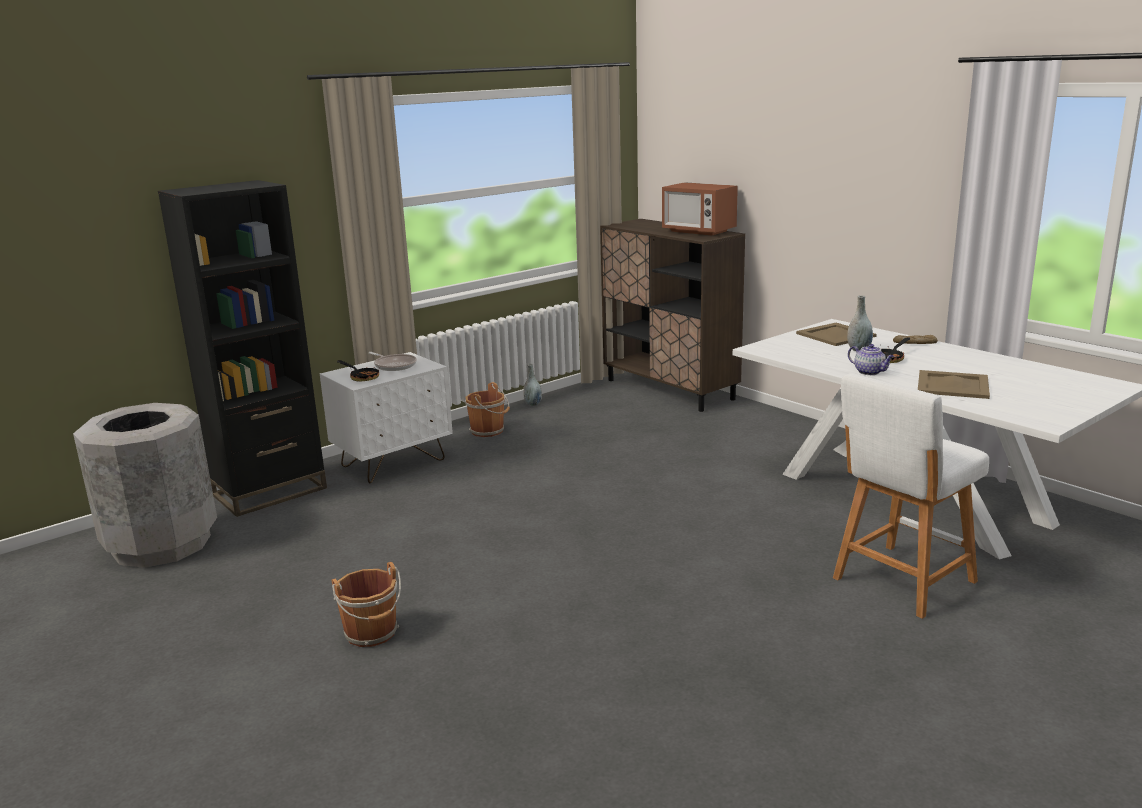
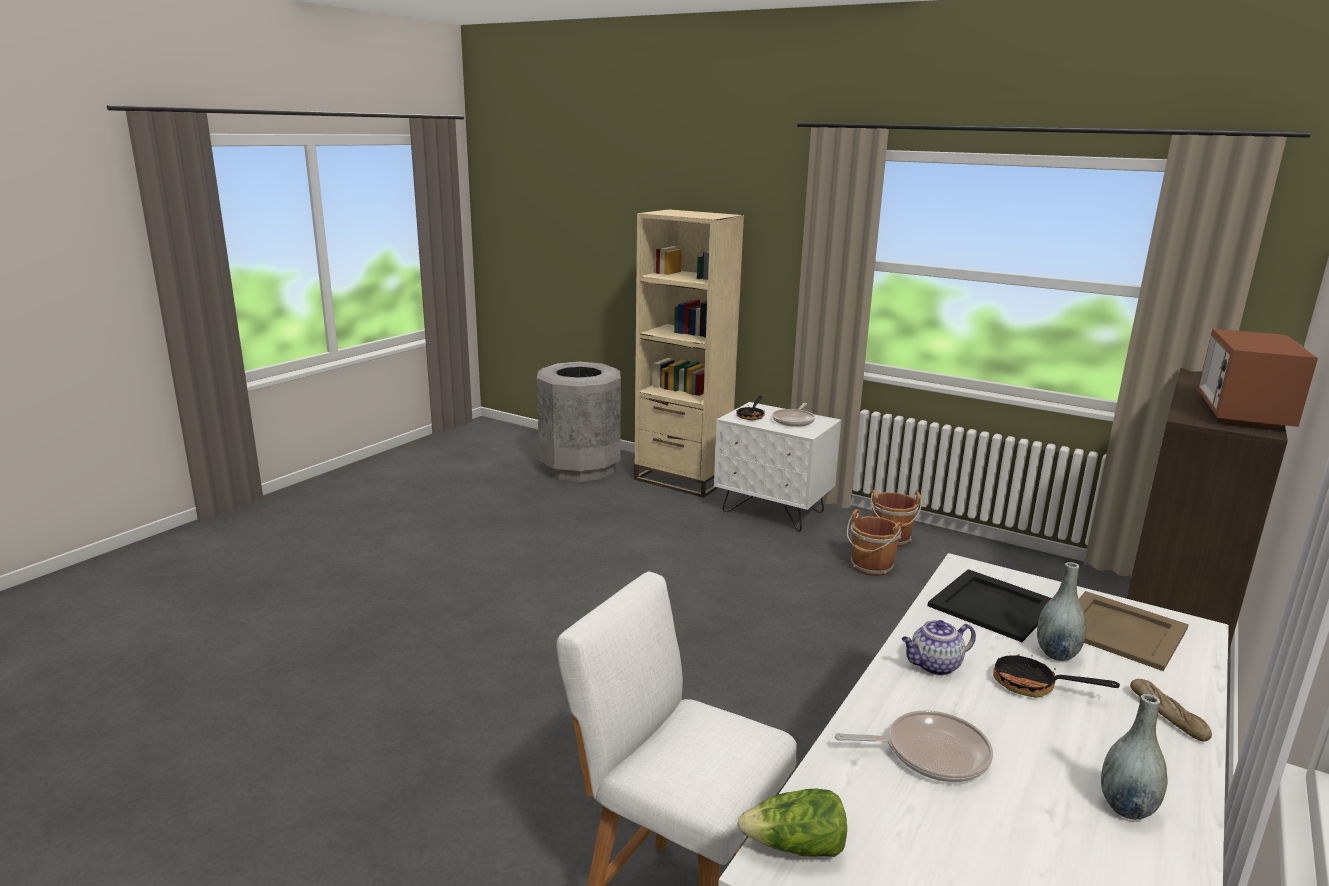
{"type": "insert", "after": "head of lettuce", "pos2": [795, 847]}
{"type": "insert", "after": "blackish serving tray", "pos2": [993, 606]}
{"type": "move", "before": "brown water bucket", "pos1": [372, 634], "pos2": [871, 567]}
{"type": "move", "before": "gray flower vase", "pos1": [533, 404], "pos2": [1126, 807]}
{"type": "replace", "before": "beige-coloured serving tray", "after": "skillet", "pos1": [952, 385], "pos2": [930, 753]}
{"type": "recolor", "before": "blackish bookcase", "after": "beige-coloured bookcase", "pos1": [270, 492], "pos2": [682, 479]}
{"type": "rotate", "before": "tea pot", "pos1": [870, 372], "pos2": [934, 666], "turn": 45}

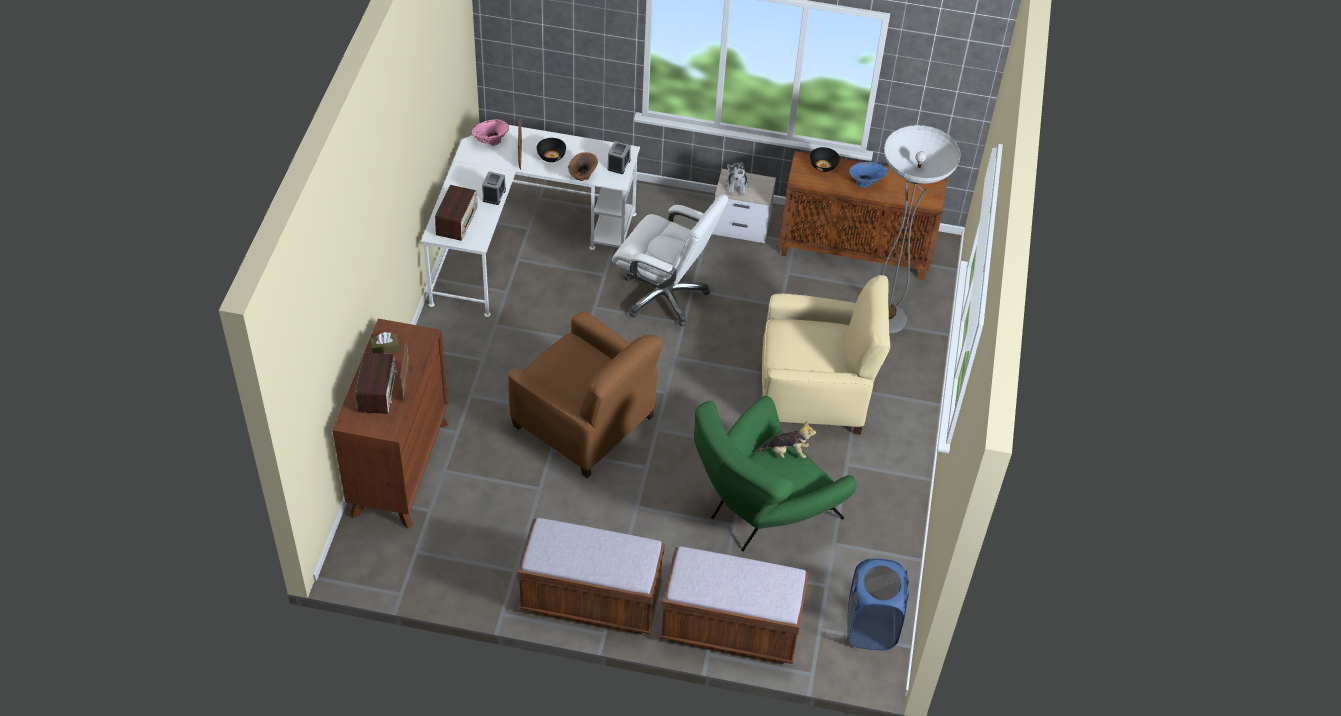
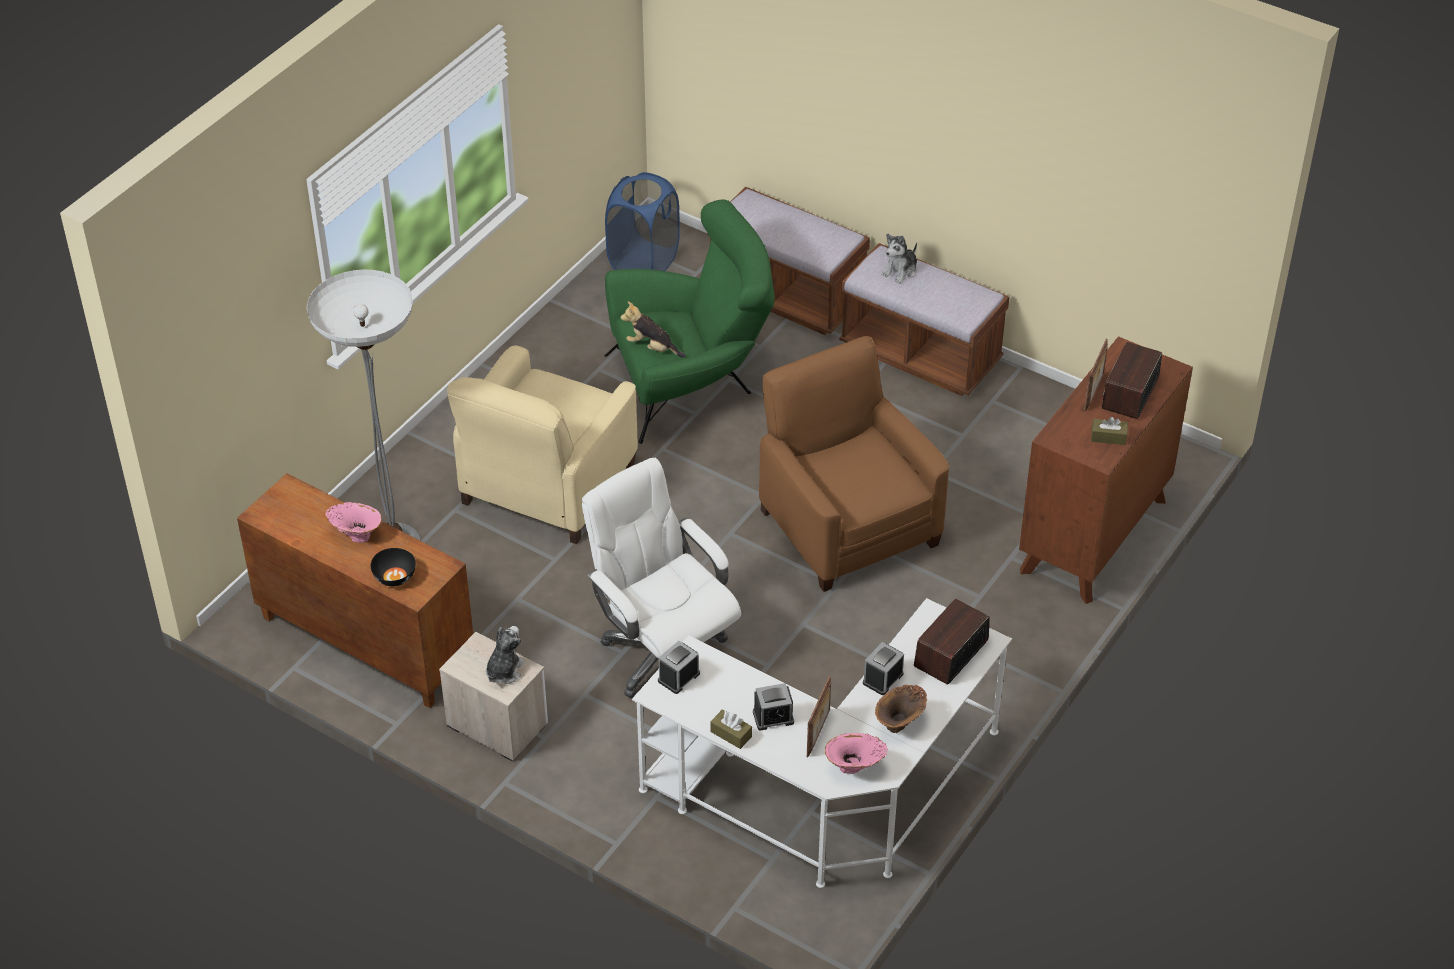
{"type": "insert", "after": "brown box of tissues", "pos2": [731, 734]}
{"type": "insert", "after": "plush toy", "pos2": [900, 270]}
{"type": "move", "before": "brown flower vase", "pos1": [582, 177], "pos2": [900, 723]}
{"type": "replace", "before": "blackish deep dish", "after": "alarm clock", "pos1": [551, 157], "pos2": [773, 717]}
{"type": "recolor", "before": "bluish flower vase", "after": "pinkish flower vase", "pos1": [866, 184], "pos2": [356, 535]}
{"type": "rotate", "before": "beige-coloured lounge chair", "pos1": [814, 392], "pos2": [547, 485], "turn": -90}

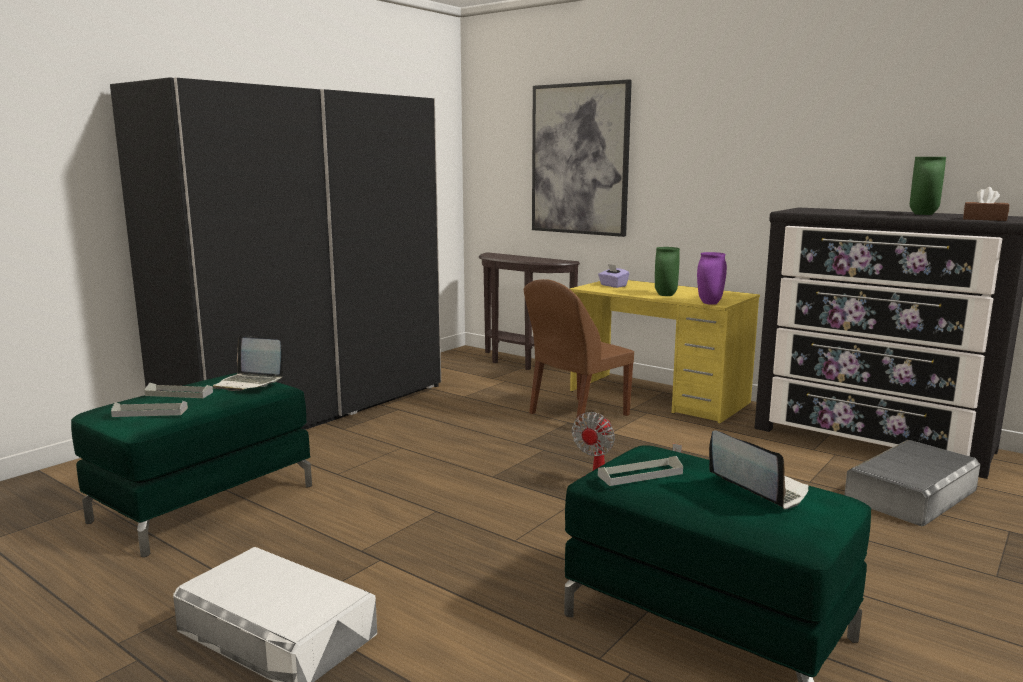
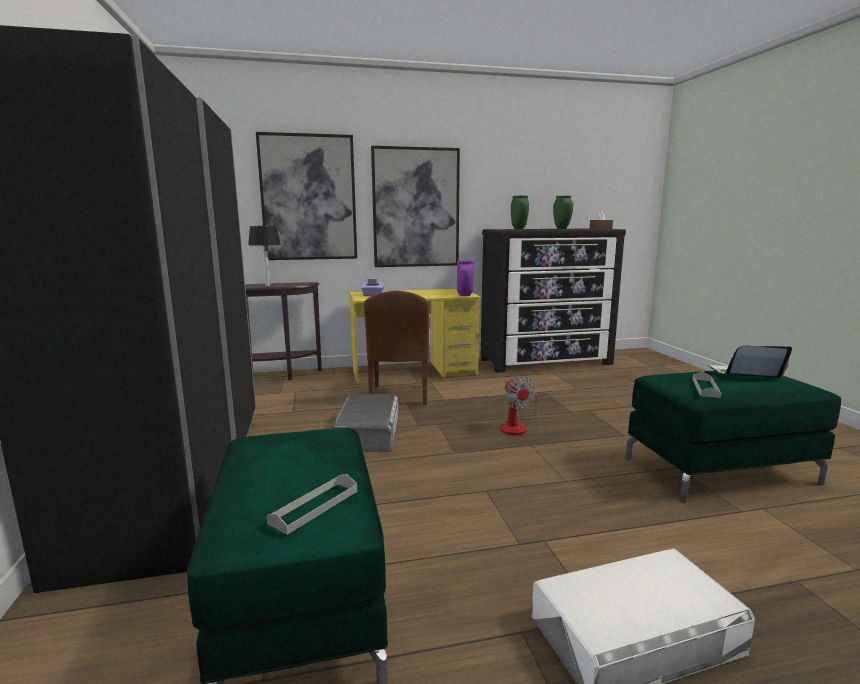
{"type": "delete", "before": "gray serving tray", "pos1": [179, 394]}
{"type": "delete", "before": "portable computer", "pos1": [249, 383]}
{"type": "insert", "after": "tabletop lamp", "pos2": [268, 285]}
{"type": "insert", "after": "picture", "pos2": [416, 208]}
{"type": "move", "before": "green flower vase", "pos1": [666, 295], "pos2": [519, 229]}
{"type": "move", "before": "gray storage bin", "pos1": [910, 494], "pos2": [367, 432]}

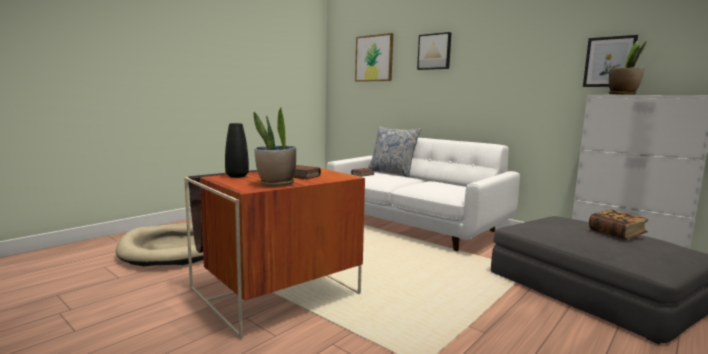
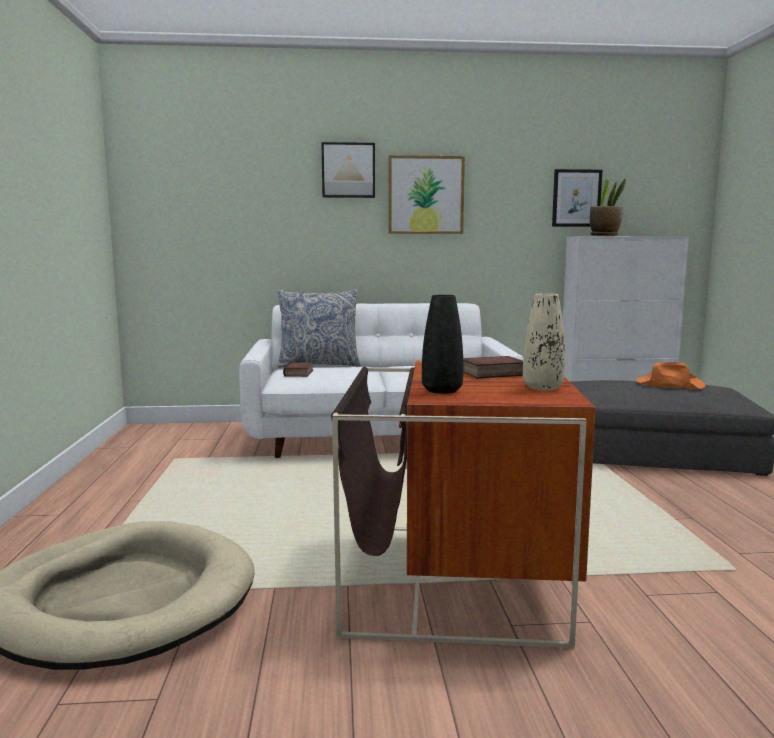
{"type": "move", "before": "picture", "pos1": [374, 58], "pos2": [425, 195]}
{"type": "replace", "before": "potted plant", "after": "beige-coloured flower vase", "pos1": [276, 184], "pos2": [542, 387]}
{"type": "replace", "before": "book", "after": "orangey wearable hat", "pos1": [616, 234], "pos2": [668, 384]}

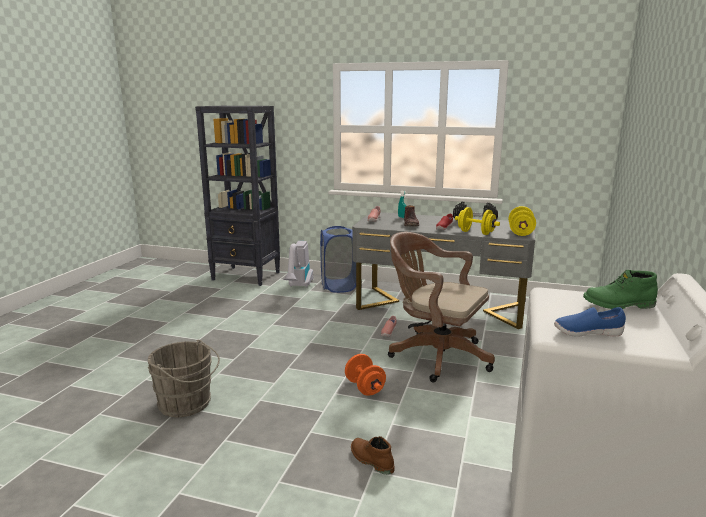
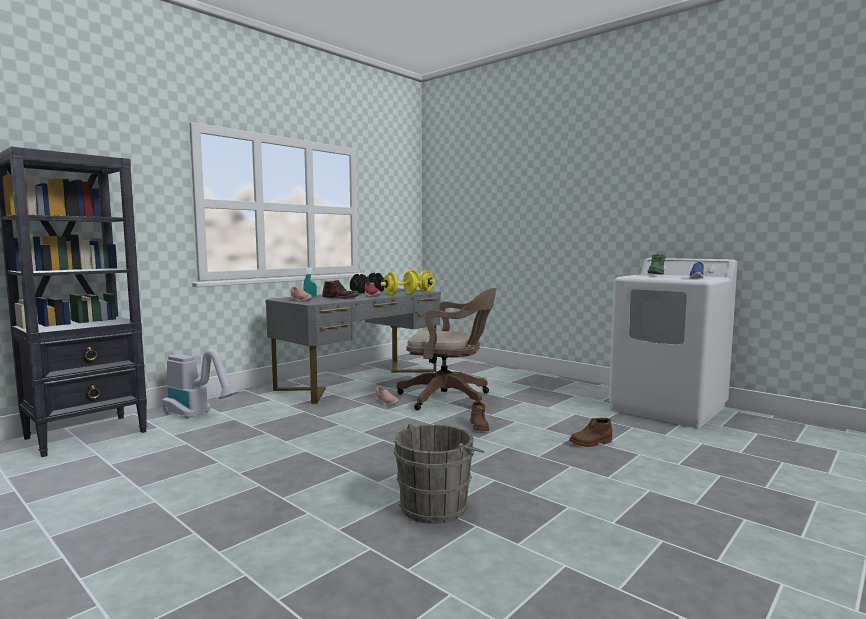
{"type": "delete", "before": "bluish washing basket", "pos1": [339, 286]}
{"type": "replace", "before": "orangey free weight", "after": "brown tall boot", "pos1": [364, 387], "pos2": [479, 427]}
{"type": "rotate", "before": "brown office chair", "pos1": [435, 355], "pos2": [449, 398], "turn": -135}

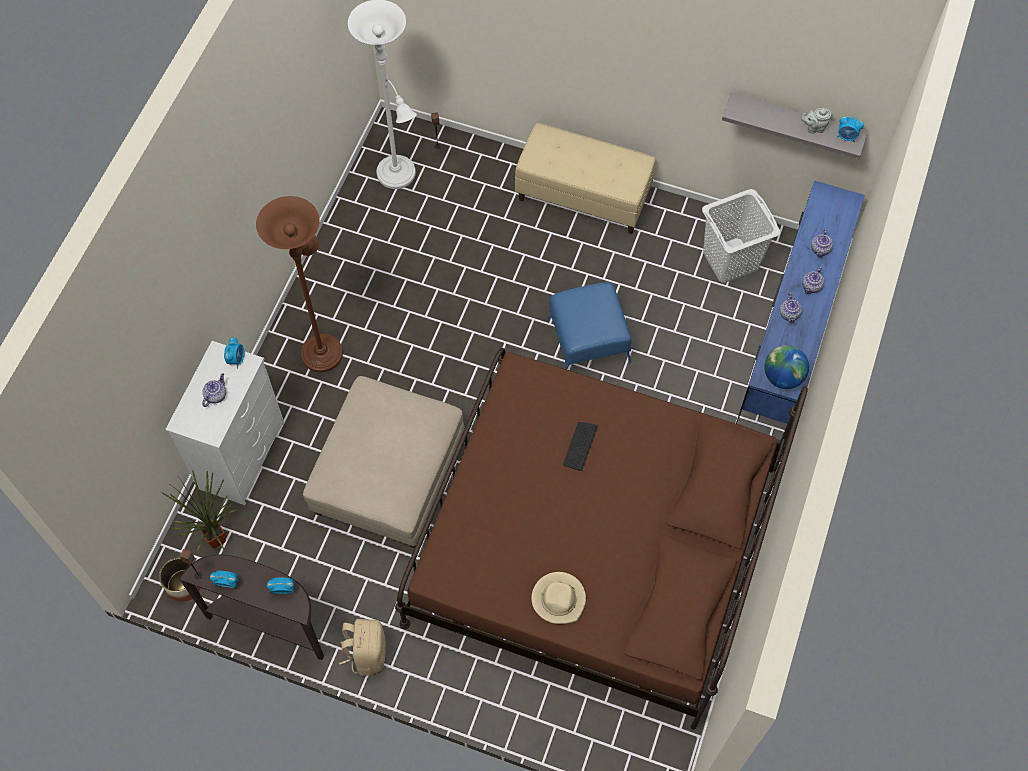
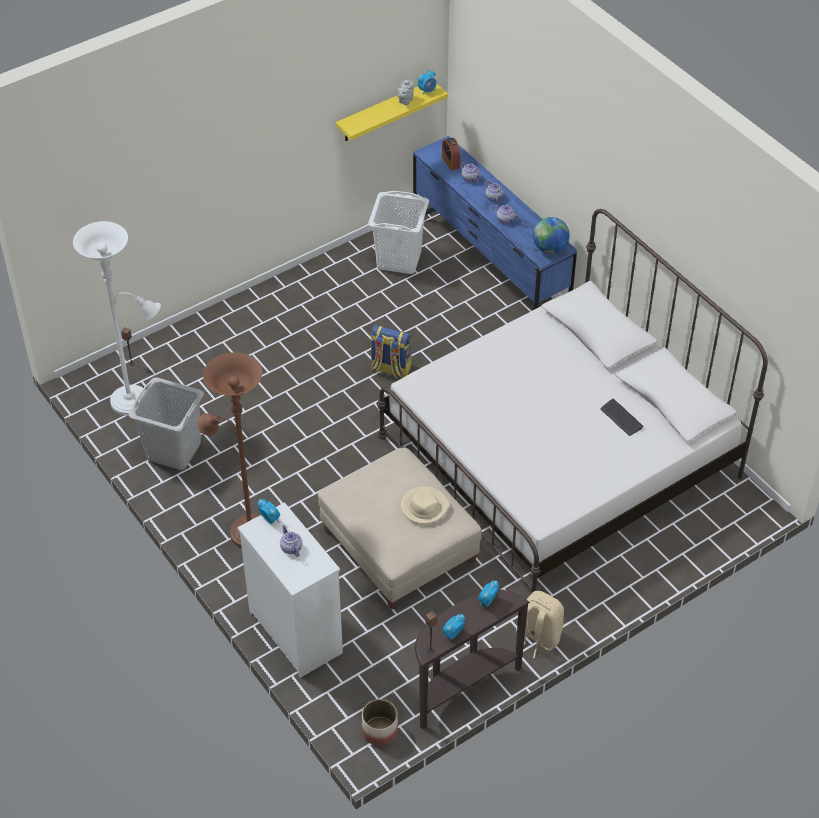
{"type": "delete", "before": "potted plant", "pos1": [216, 537]}
{"type": "delete", "before": "beige-coloured long seat", "pos1": [583, 196]}
{"type": "insert", "after": "gray washing basket", "pos2": [173, 450]}
{"type": "insert", "after": "alarm clock", "pos2": [450, 162]}
{"type": "move", "before": "beige-coloured wearable hat", "pos1": [559, 599], "pos2": [424, 507]}
{"type": "move", "before": "keyboard", "pos1": [580, 446], "pos2": [621, 418]}
{"type": "replace", "before": "bluish ottoman", "after": "backpack", "pos1": [588, 340], "pos2": [390, 369]}
{"type": "recolor", "before": "brown sleeping bed", "after": "whitish sleeping bed", "pos1": [593, 545], "pos2": [559, 456]}
{"type": "recolor", "before": "gray shelf", "after": "yellow shelf", "pos1": [796, 122], "pos2": [384, 112]}

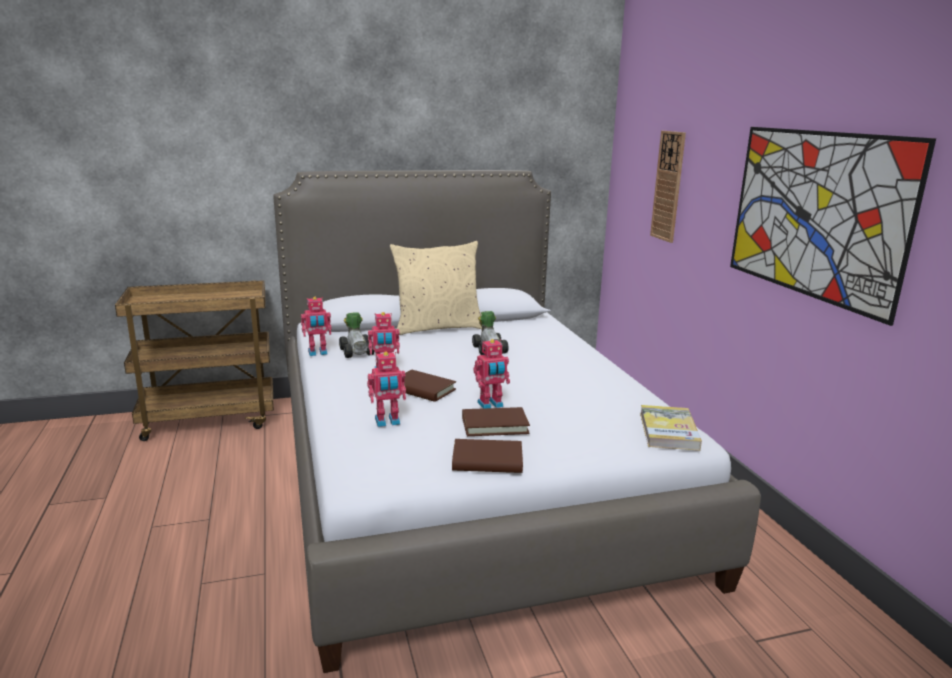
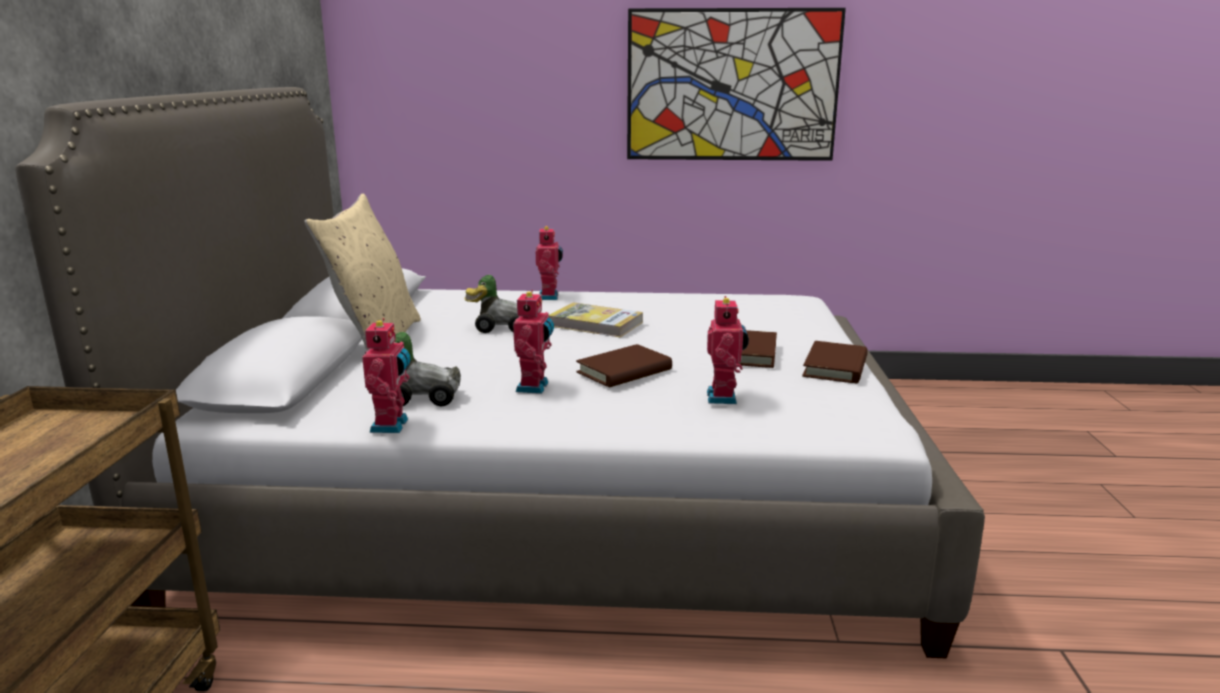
{"type": "delete", "before": "wall clock", "pos1": [668, 186]}
{"type": "move", "before": "model robot", "pos1": [491, 405], "pos2": [550, 297]}
{"type": "move", "before": "book", "pos1": [668, 431], "pos2": [595, 324]}

